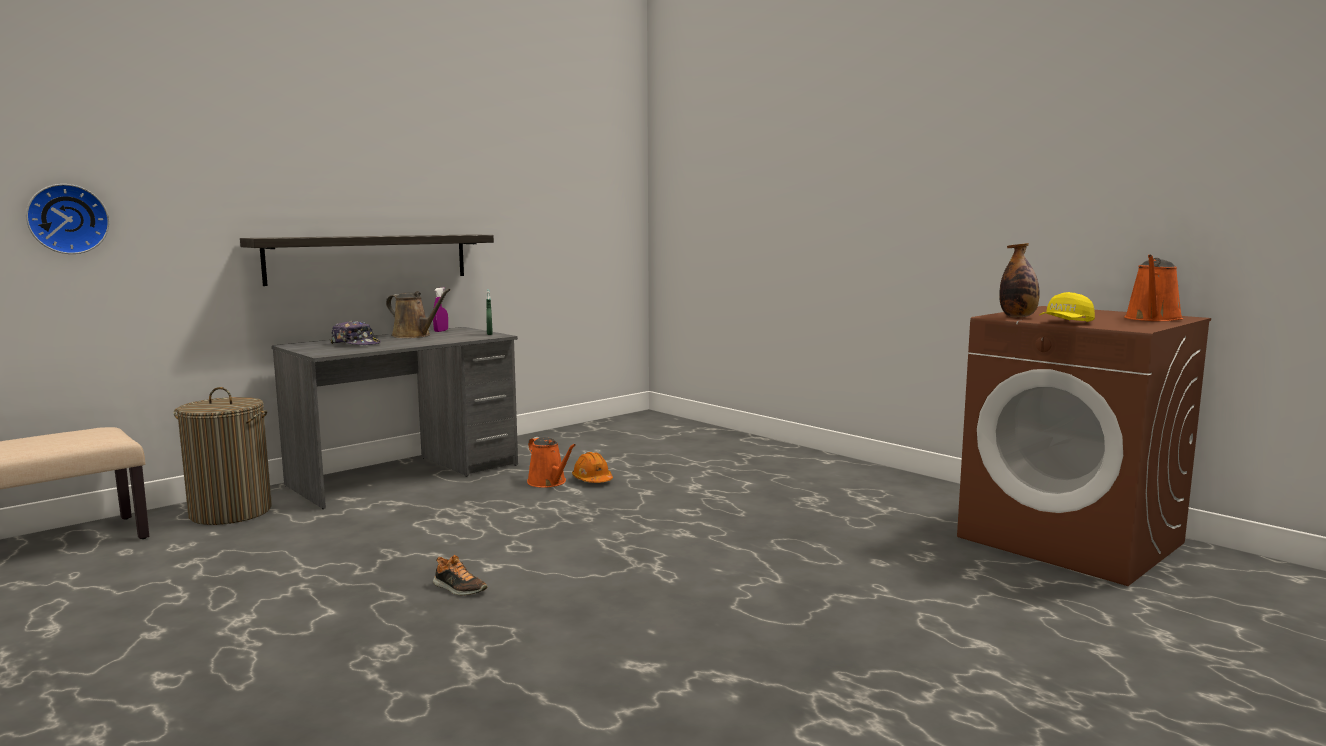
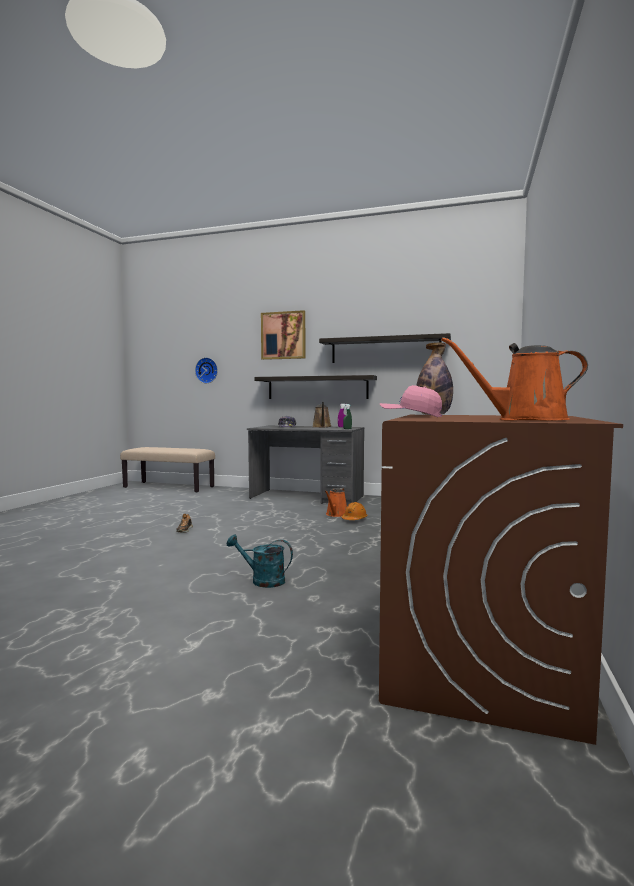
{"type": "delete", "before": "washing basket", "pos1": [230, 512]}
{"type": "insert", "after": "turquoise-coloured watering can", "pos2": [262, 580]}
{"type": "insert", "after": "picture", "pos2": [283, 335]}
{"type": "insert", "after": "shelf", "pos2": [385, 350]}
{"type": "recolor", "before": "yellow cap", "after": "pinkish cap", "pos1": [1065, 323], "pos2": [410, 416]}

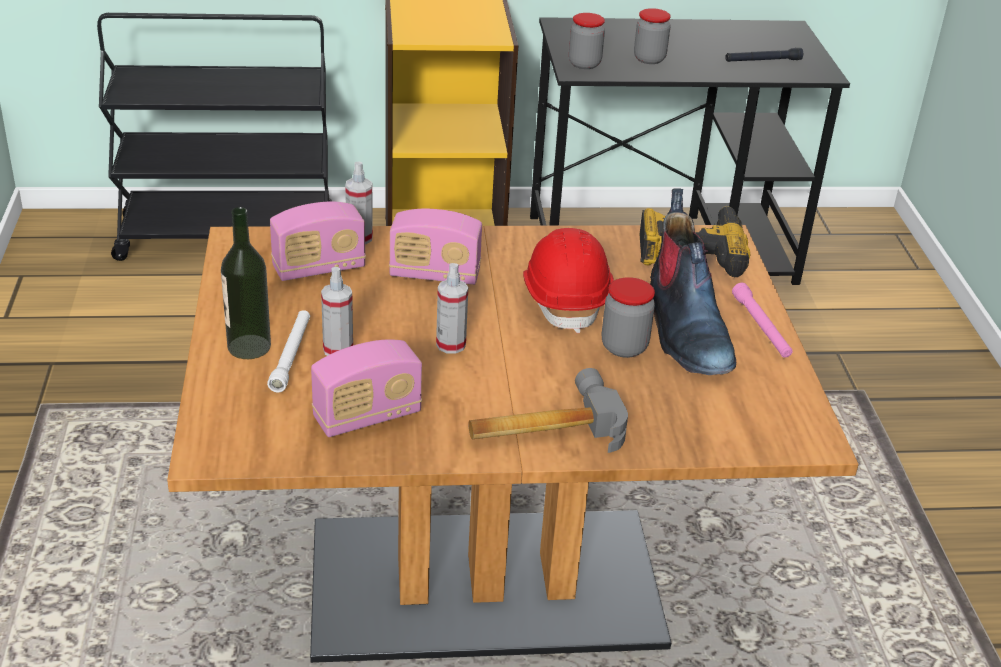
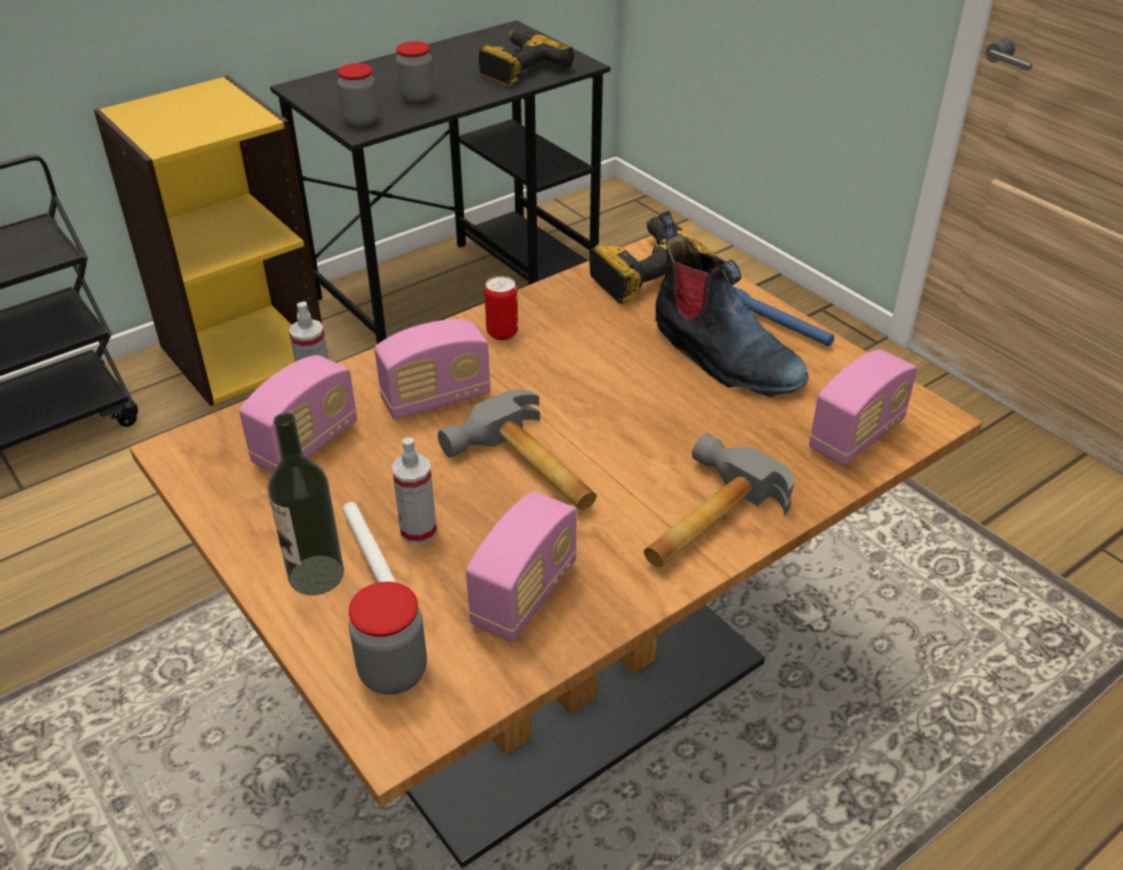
{"type": "delete", "before": "red safety helmet", "pos1": [566, 299]}
{"type": "insert", "after": "sealed can", "pos2": [502, 333]}
{"type": "insert", "after": "radio set", "pos2": [856, 436]}
{"type": "move", "before": "jar", "pos1": [624, 347], "pos2": [393, 672]}
{"type": "replace", "before": "hand sprayer", "after": "tool hammer", "pos1": [451, 345], "pos2": [528, 470]}
{"type": "replace", "before": "blackish flashlight", "after": "drill", "pos1": [762, 61], "pos2": [519, 68]}
{"type": "recolor", "before": "pinkish flashlight", "after": "bluish flashlight", "pos1": [761, 327], "pos2": [778, 324]}

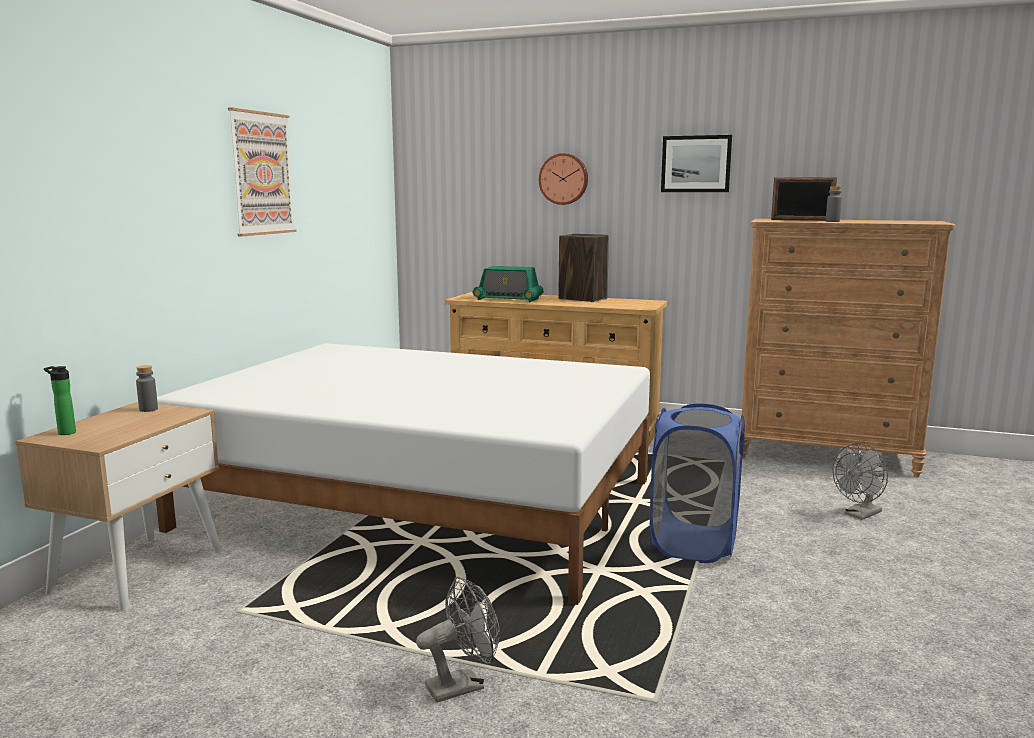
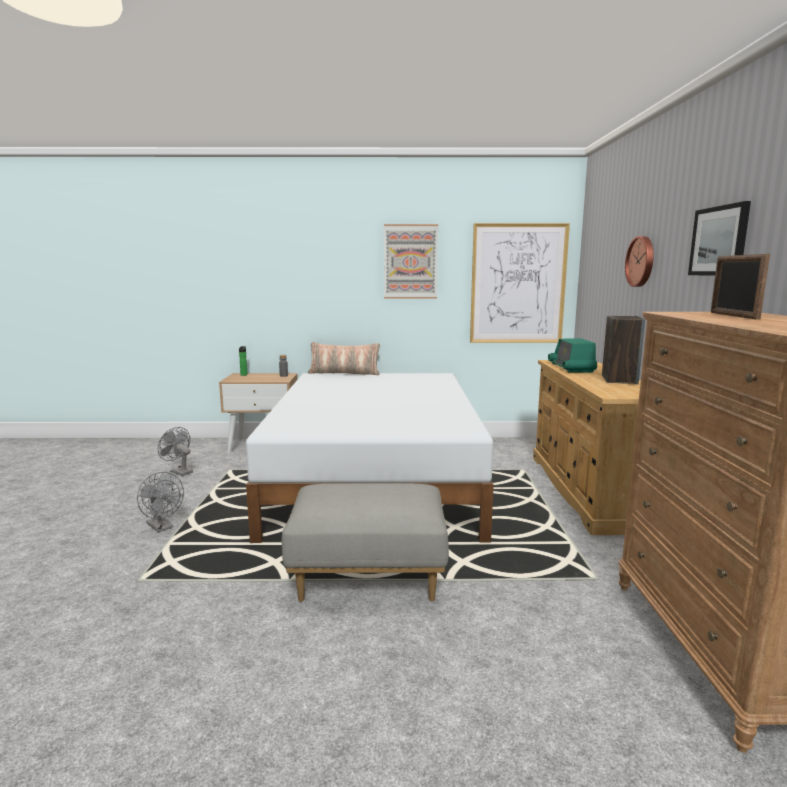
{"type": "delete", "before": "gray drink bottle", "pos1": [832, 221]}
{"type": "insert", "after": "pillow", "pos2": [344, 373]}
{"type": "insert", "after": "picture", "pos2": [518, 284]}
{"type": "move", "before": "gray electric fan", "pos1": [859, 515], "pos2": [179, 472]}
{"type": "replace", "before": "bluish washing basket", "after": "gray ottoman", "pos1": [693, 543], "pos2": [369, 576]}

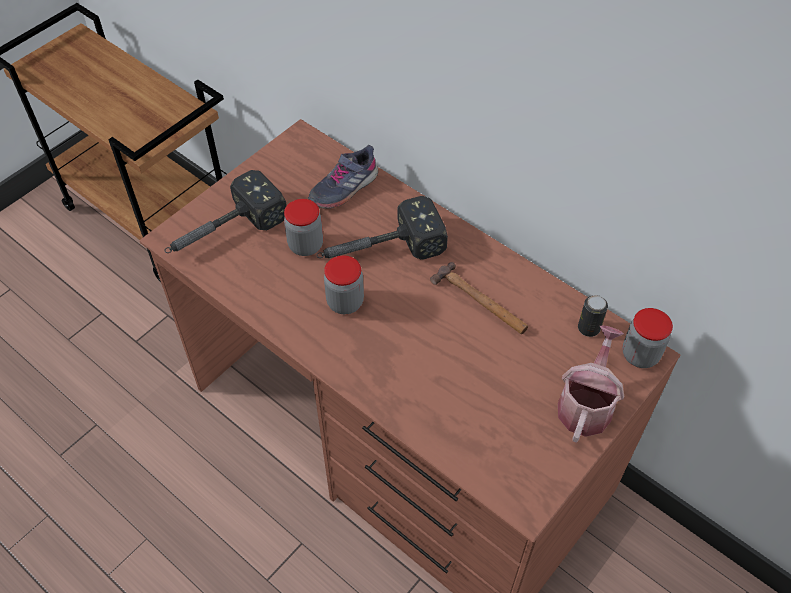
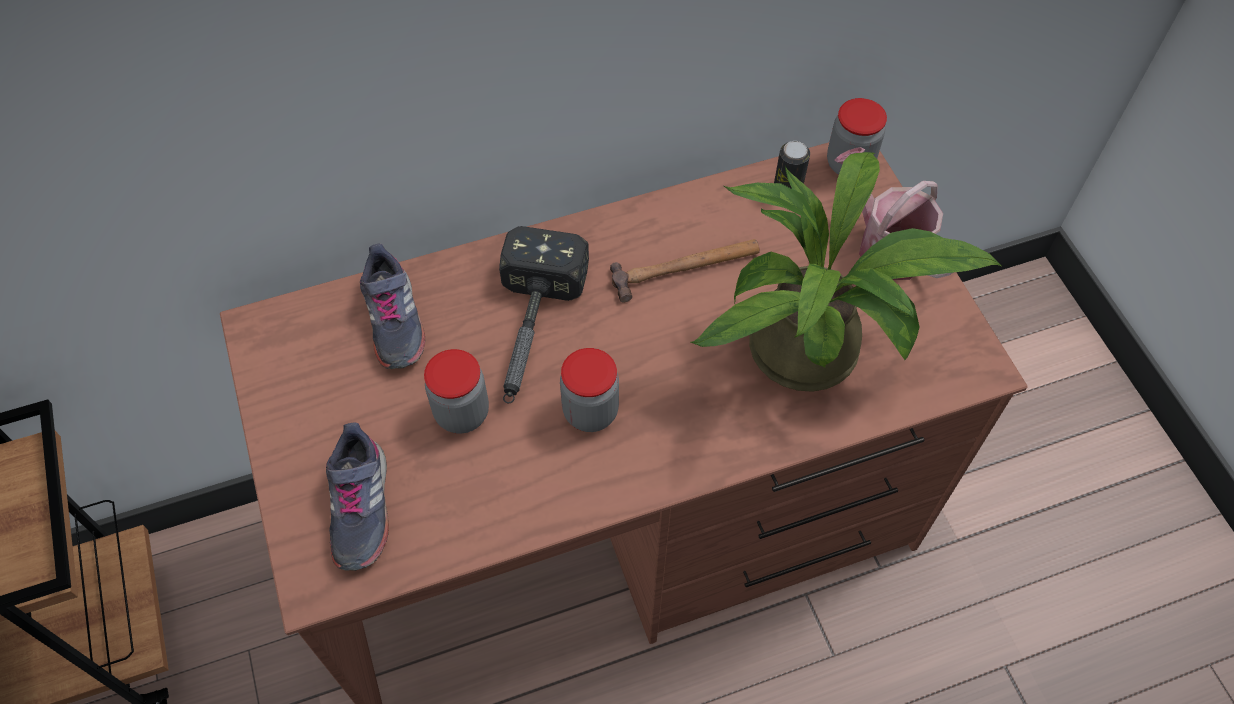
{"type": "insert", "after": "potted plant", "pos2": [817, 354]}
{"type": "replace", "before": "tool hammer", "after": "gray low shoe", "pos1": [222, 232], "pos2": [360, 507]}

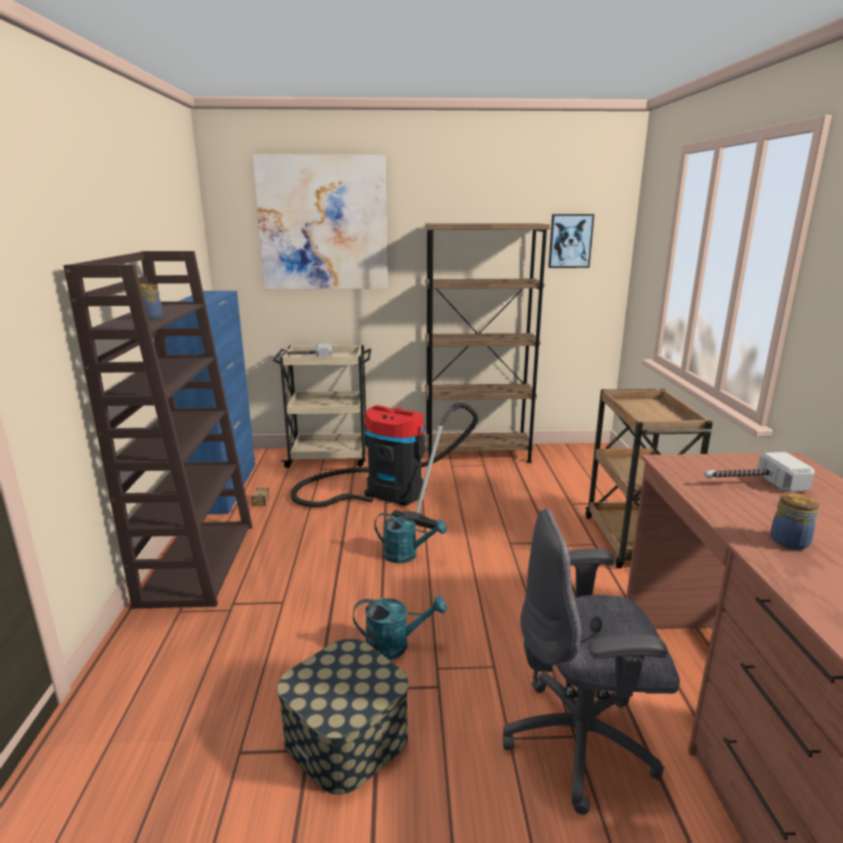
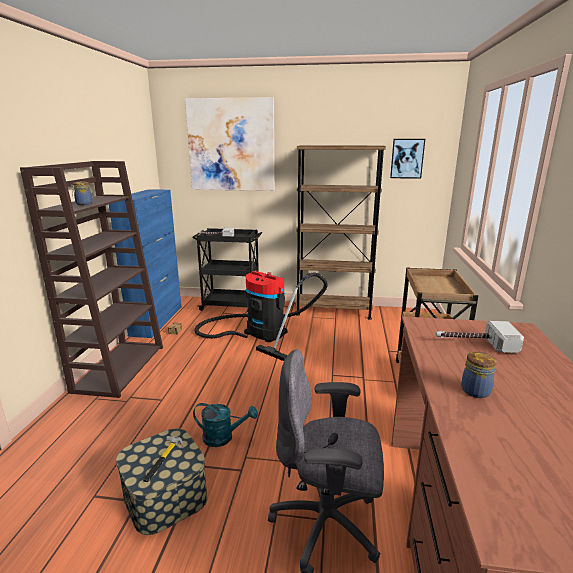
{"type": "delete", "before": "turquoise-coloured watering can", "pos1": [406, 555]}
{"type": "insert", "after": "tool hammer", "pos2": [163, 460]}
{"type": "recolor", "before": "beige-coloured trolley", "after": "blackish trolley", "pos1": [329, 457], "pos2": [231, 305]}

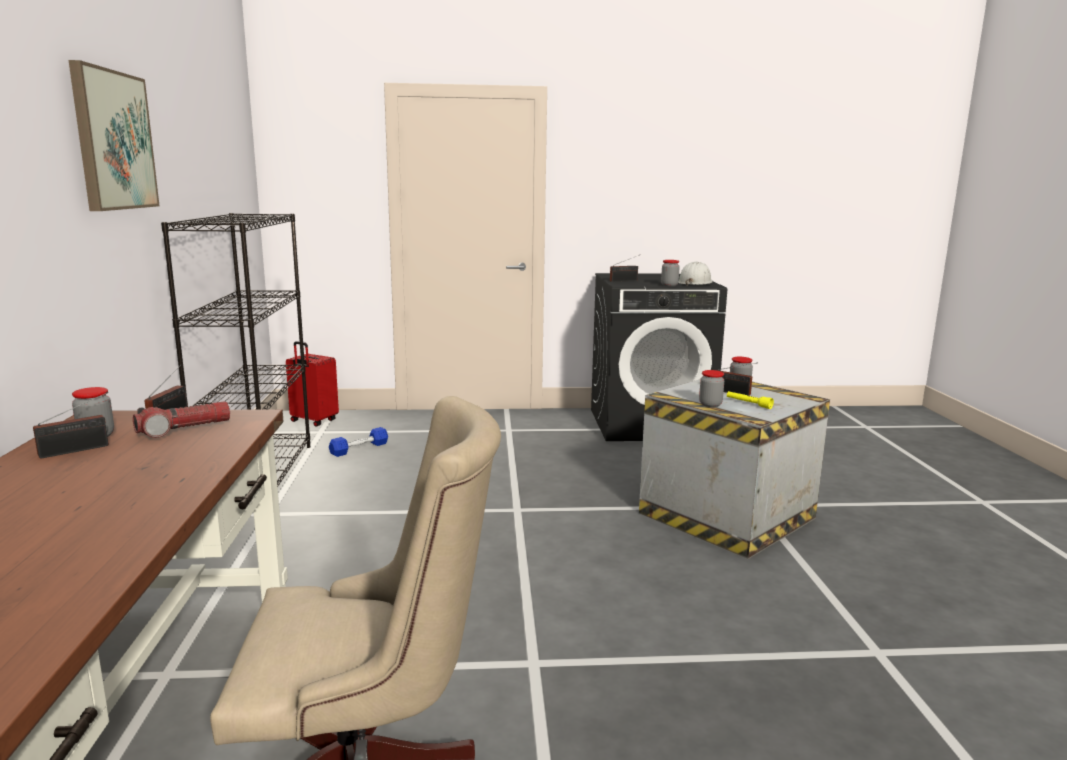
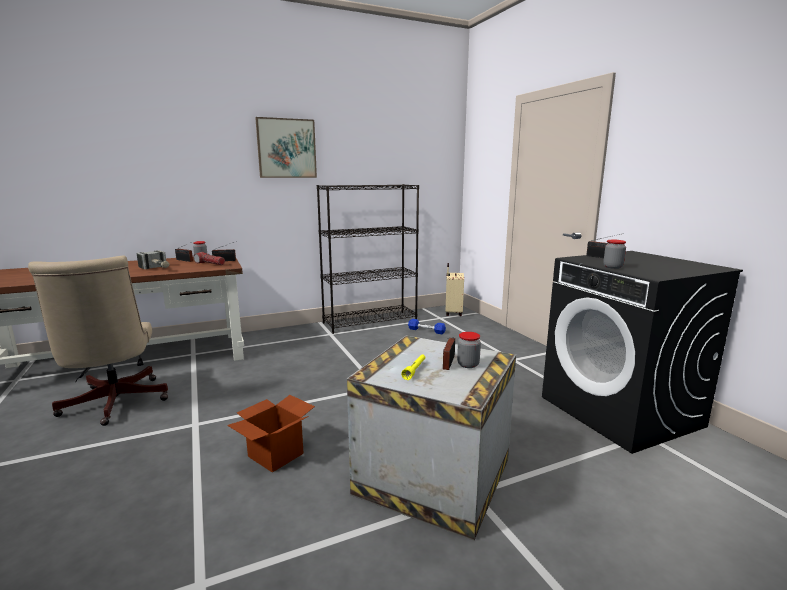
{"type": "delete", "before": "whitish safety helmet", "pos1": [695, 283]}
{"type": "delete", "before": "jar", "pos1": [710, 404]}
{"type": "insert", "after": "tool hammer", "pos2": [158, 269]}
{"type": "insert", "after": "carton", "pos2": [276, 455]}
{"type": "recolor", "before": "red travel case", "after": "beige-coloured travel case", "pos1": [313, 421], "pos2": [452, 313]}

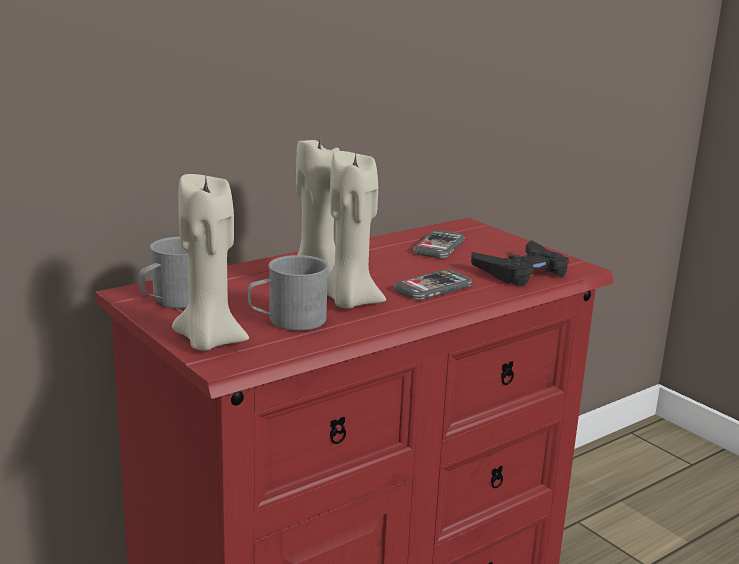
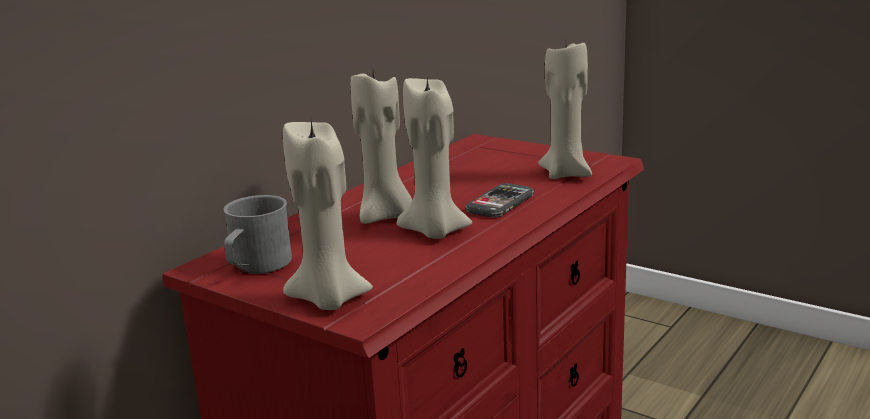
{"type": "delete", "before": "gray mug", "pos1": [288, 321]}
{"type": "delete", "before": "telephone", "pos1": [439, 247]}
{"type": "replace", "before": "blackish game controller", "after": "beige-coloured wax light", "pos1": [522, 272], "pos2": [566, 173]}

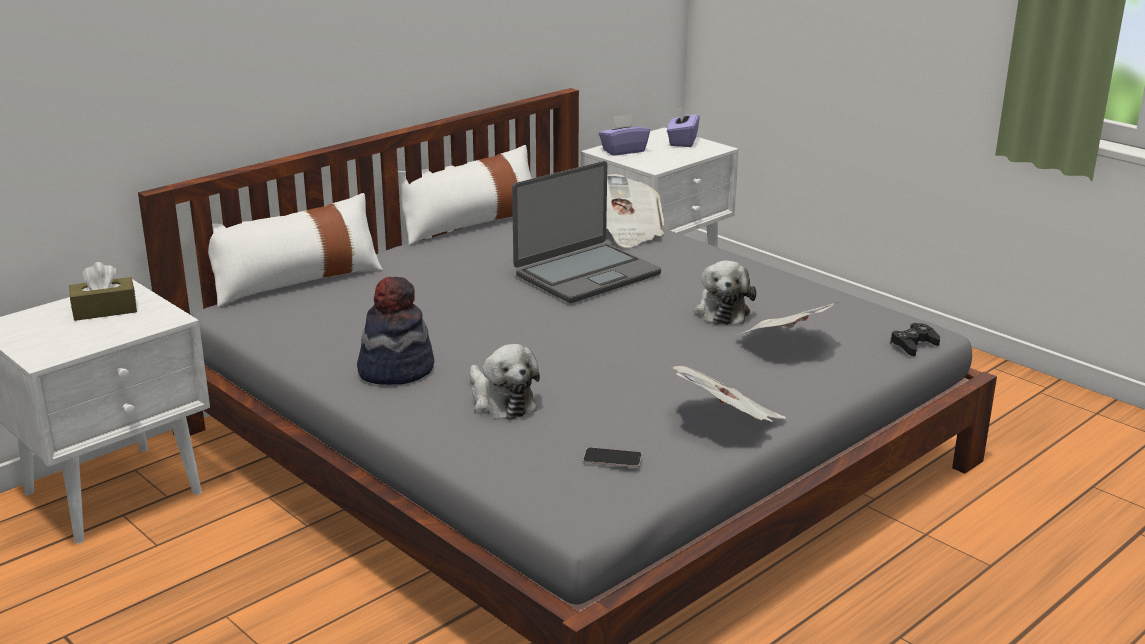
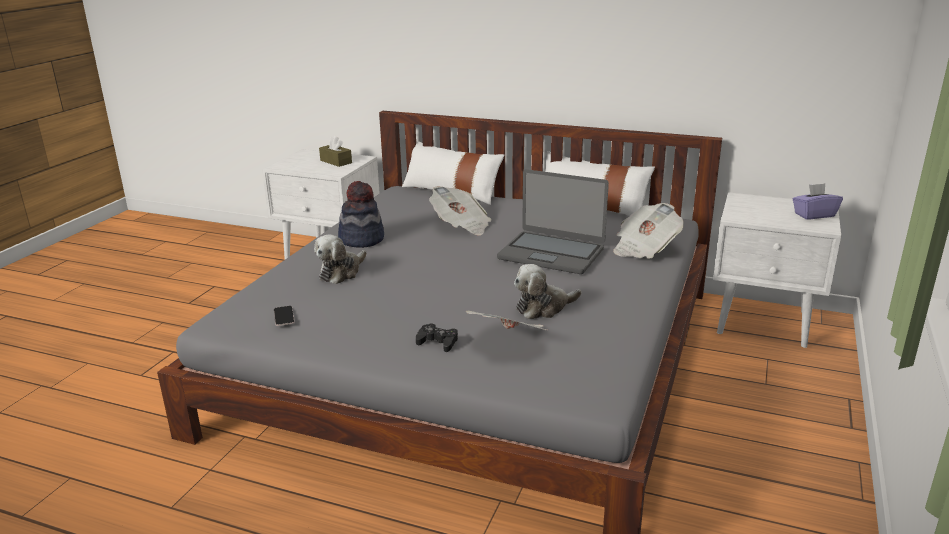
{"type": "delete", "before": "purple-coloured box of tissues", "pos1": [623, 151]}
{"type": "move", "before": "printed paper", "pos1": [728, 422], "pos2": [461, 226]}
{"type": "move", "before": "blackish game controller", "pos1": [913, 345], "pos2": [437, 342]}

